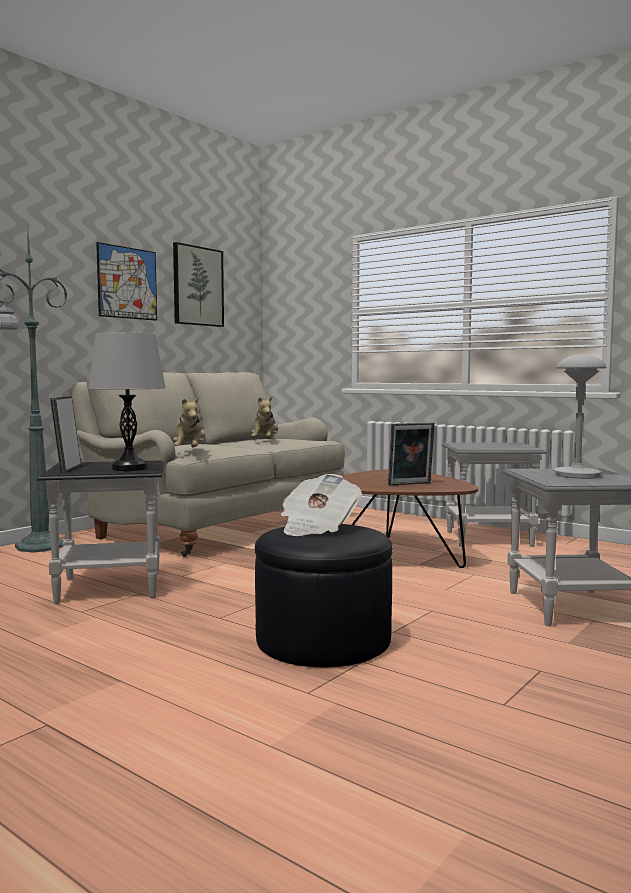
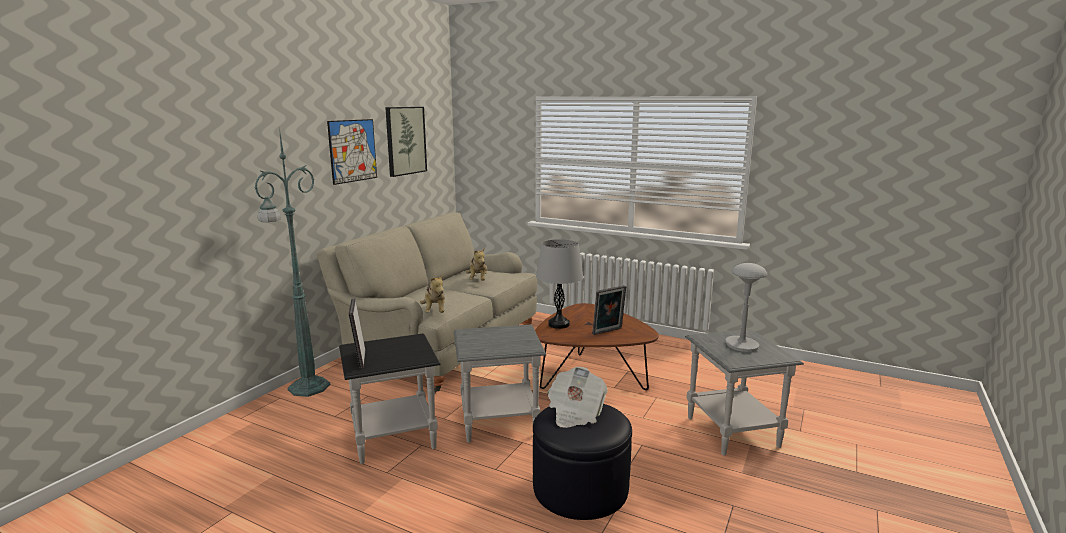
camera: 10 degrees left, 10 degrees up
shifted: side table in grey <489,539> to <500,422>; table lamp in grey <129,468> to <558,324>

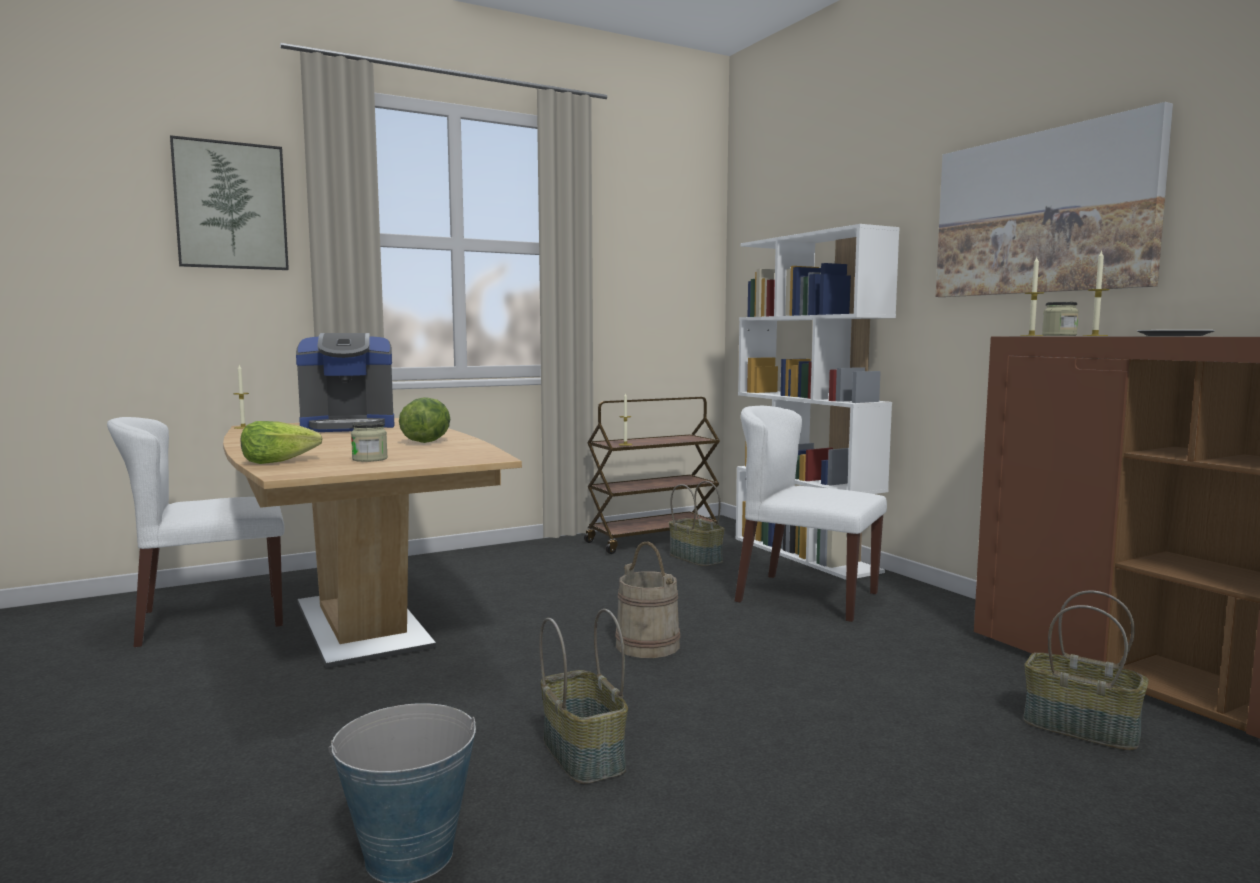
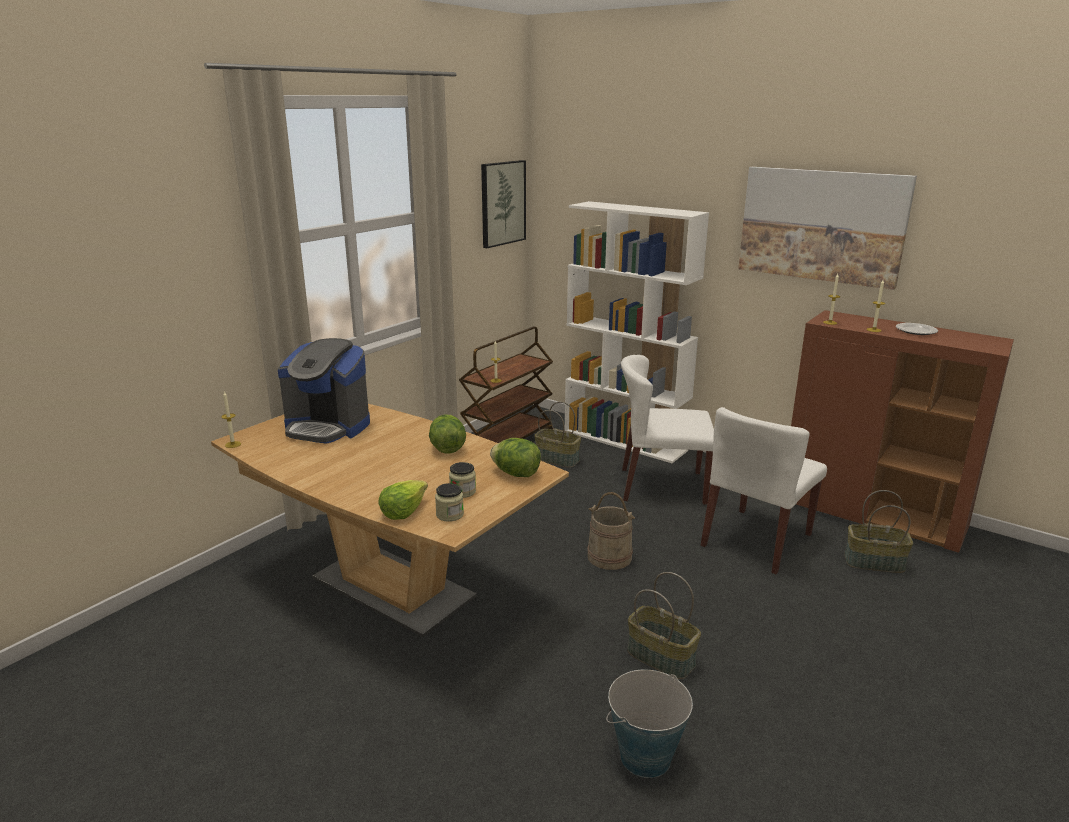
camera: 25 degrees left, 15 degrees up
new: lettuce <516,474>
shifted: jar <1059,335> to <450,515>; picture <231,206> to <502,203>; chair in white <210,619> to <757,540>
rotated: coffee machine <348,427> = <327,427> 60 degrees clockwise

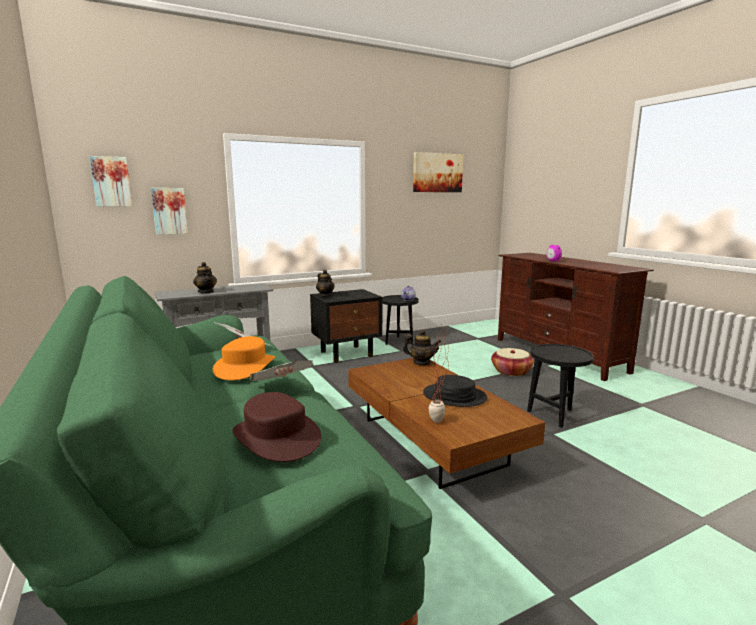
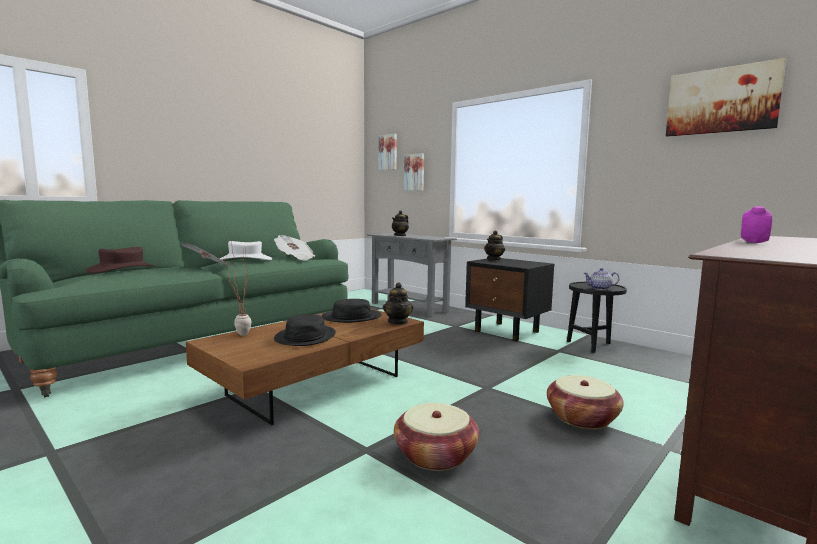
camera: 70 degrees right, 5 degrees down
new: hat in black <351,317>
swapped: side table in black <555,414> to basket <435,455>
repainted: hat in orange <245,367> to hat in white <245,259>

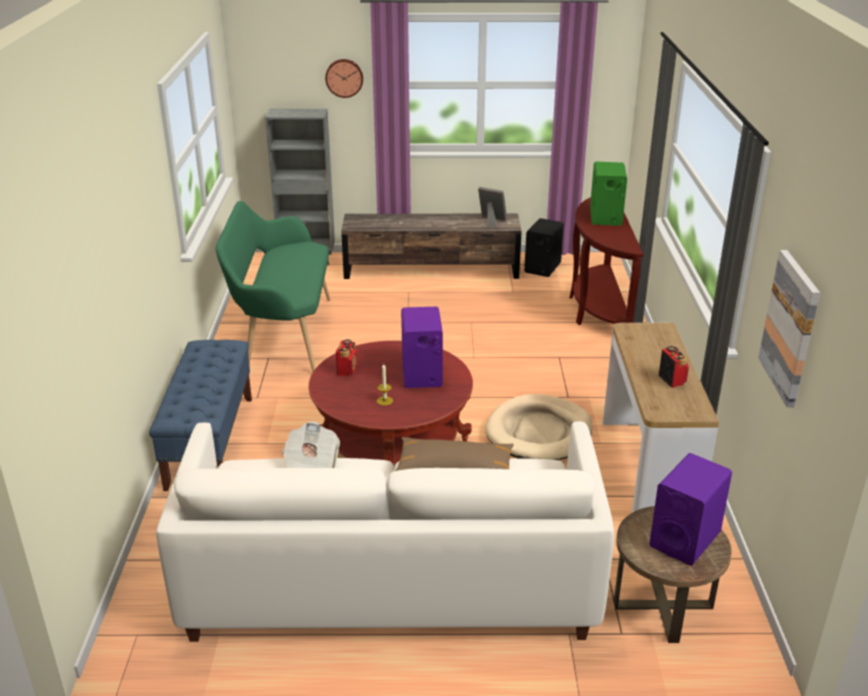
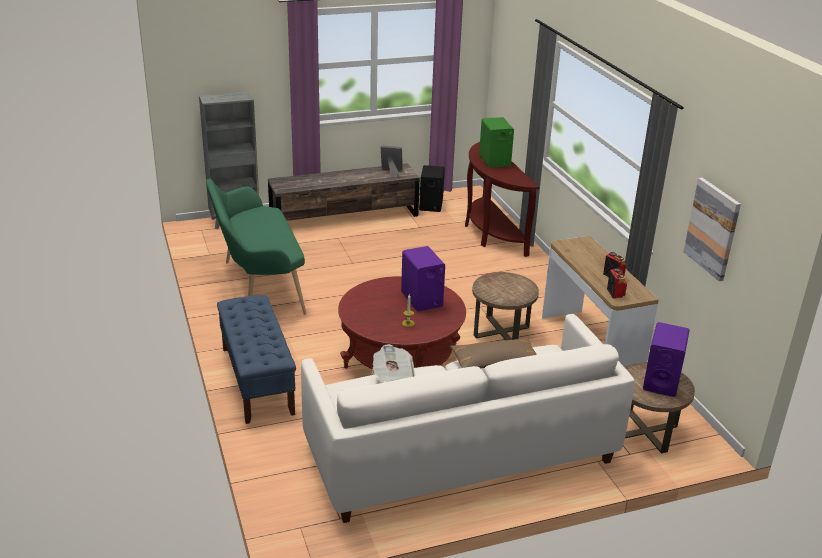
camera: 20 degrees left, 0 degrees up
gone: wall clock <344,77>
shifted: radio <347,370> to <615,293>
swapped: dog bed in beige <539,432> to side table in brown <501,331>

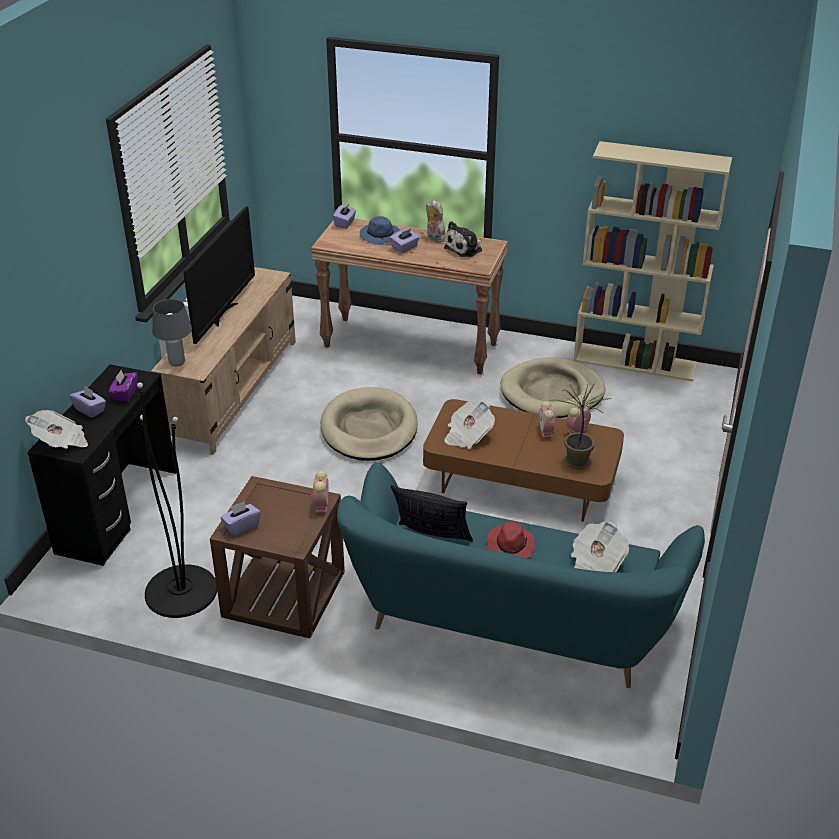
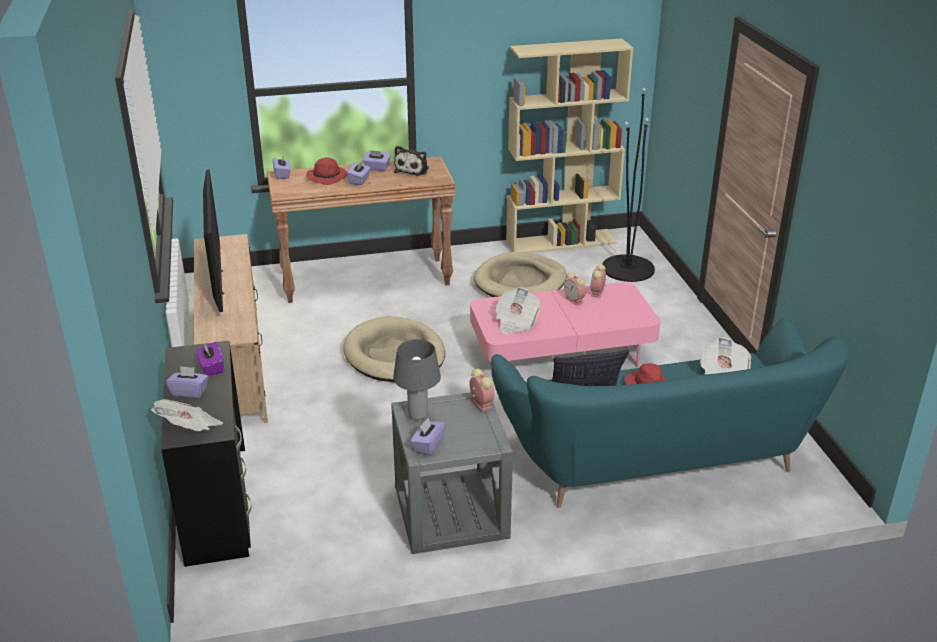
camera: 30 degrees left, 5 degrees down
gone: potted plant <576,461>
shifted: table lamp in grey <177,362> to <417,415>; floor lamp in black <181,591> to <628,268>
swapped: plush toy <434,238> to tissue box in purple <377,168>
repainted: hat in blue <381,236> to hat in red <327,177>; side table in brown <284,594> to side table in grey <451,512>; coffee table in brown <521,481> to coffee table in pink <561,353>

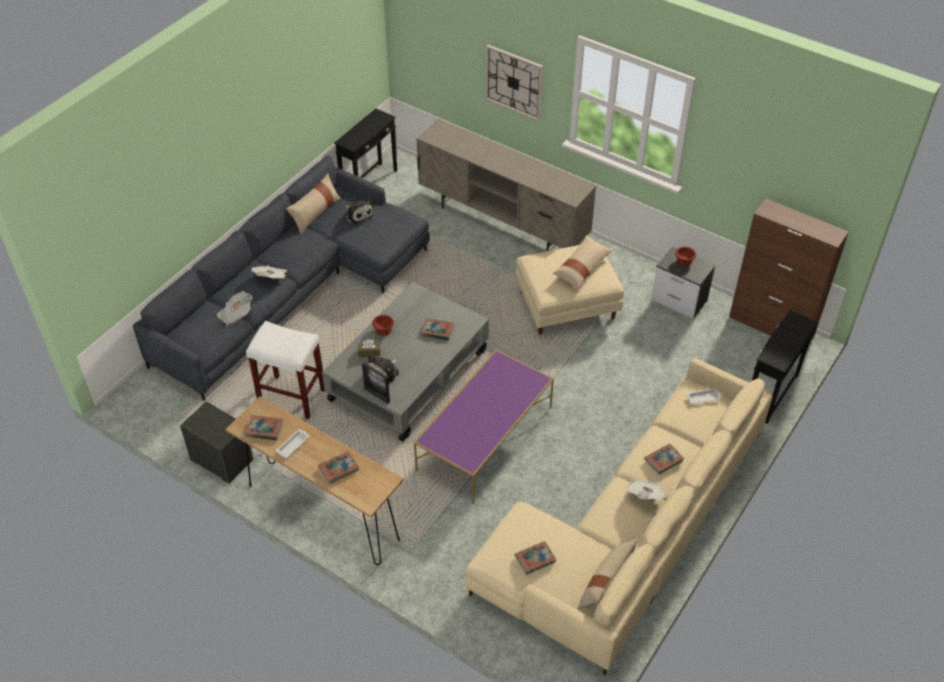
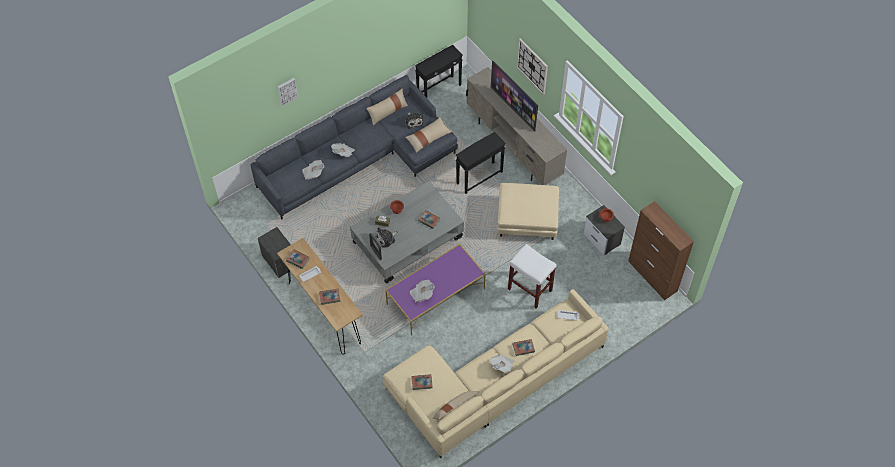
camera: 20 degrees right, 10 degrees up
new: picture <287,91>; newspaper <422,294>; television <513,108>
shifted: pillow in beige <582,268> to <428,137>; side table in black <770,393> to <479,177>; stool in white <291,397> to <529,289>

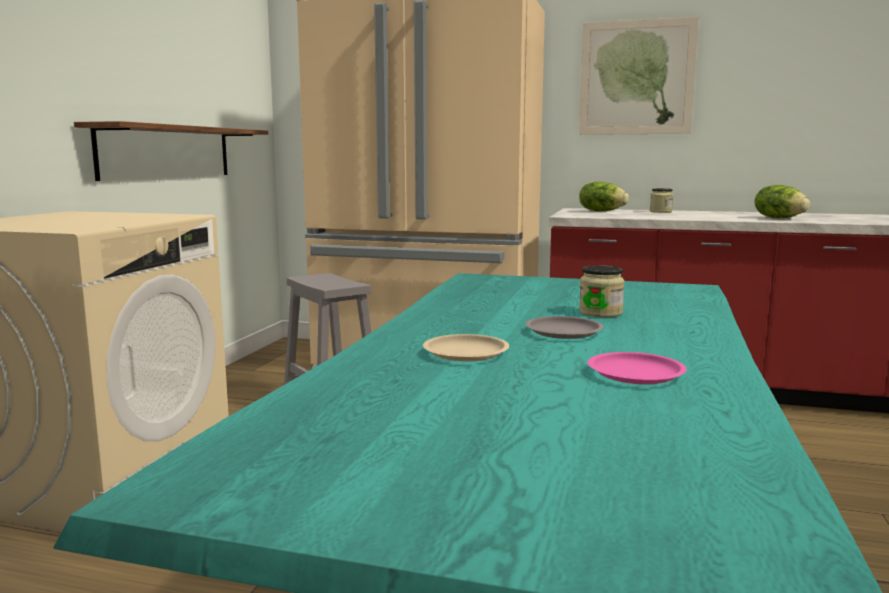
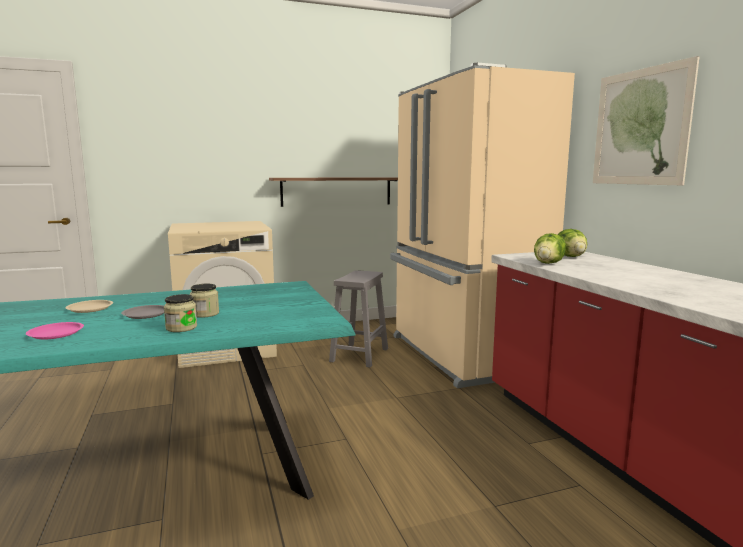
camera: 55 degrees right, 0 degrees up
shifted: jar <660,212> to <181,328>; lettuce <779,218> to <549,263>

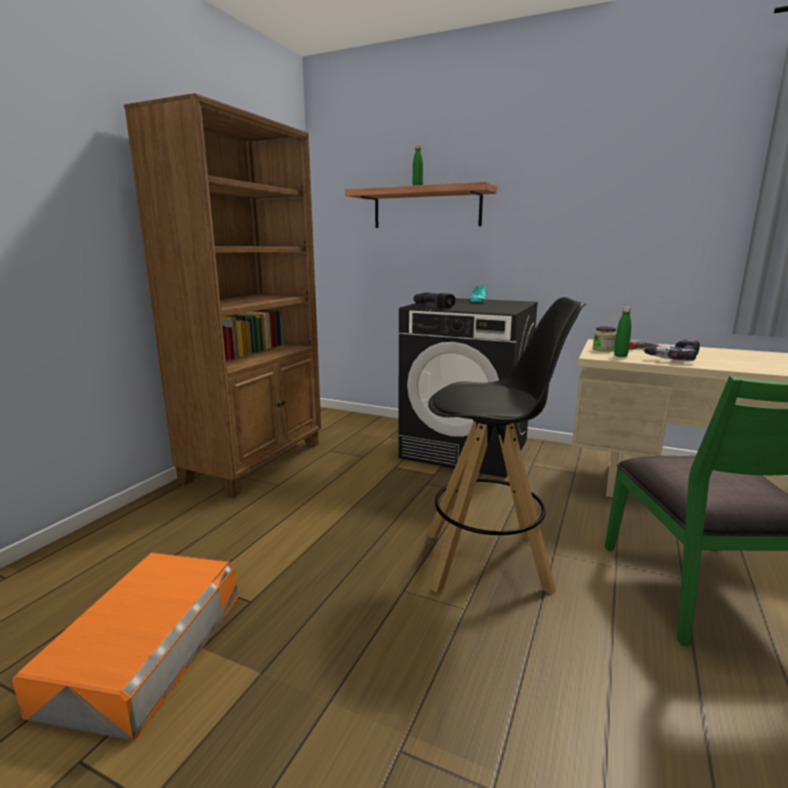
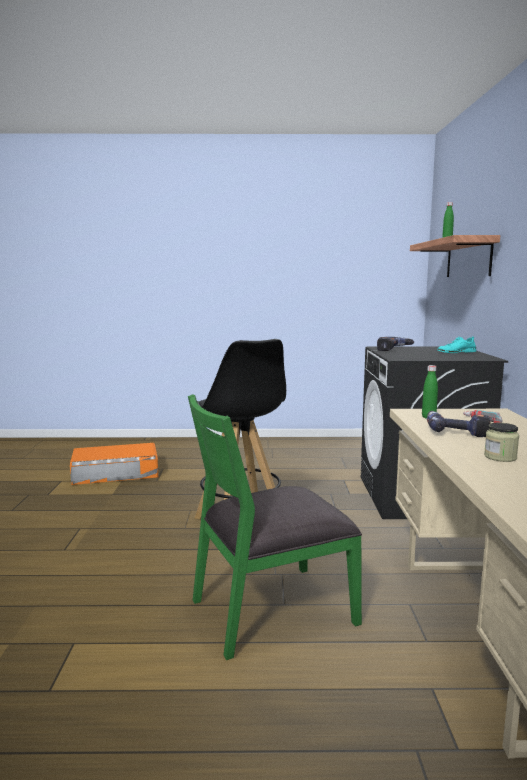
camera: 65 degrees right, 5 degrees down
gone: bookcase in brown <256,461>
shifted: jar <603,349> to <500,457>

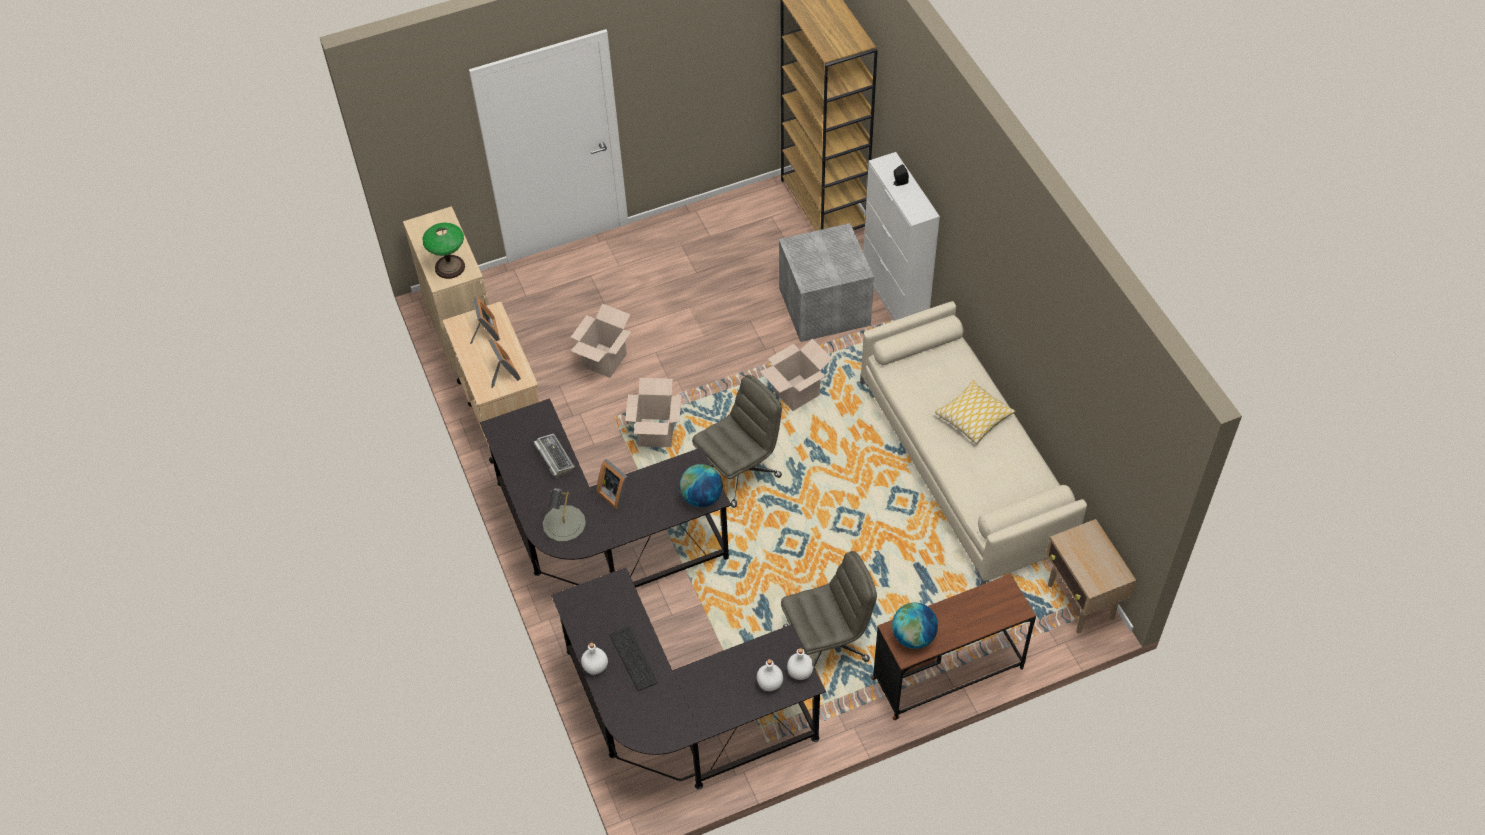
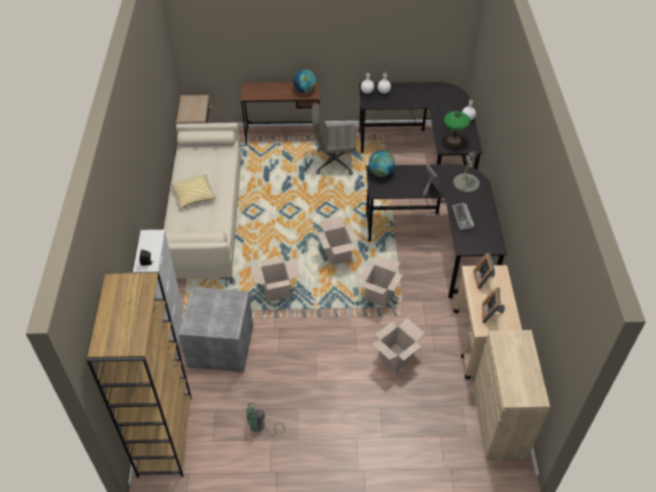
camera: 160 degrees left, 5 degrees down
new: fan in green <260,427>
shifted: table lamp <449,267> to <453,141>
swapped: office chair in grey <739,472> to cardboard box <337,255>

